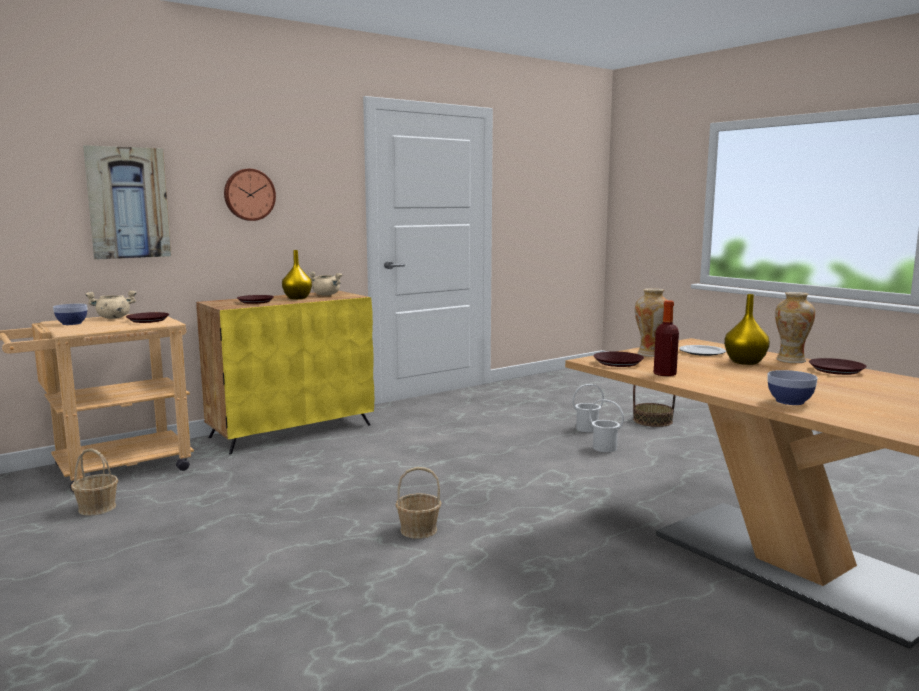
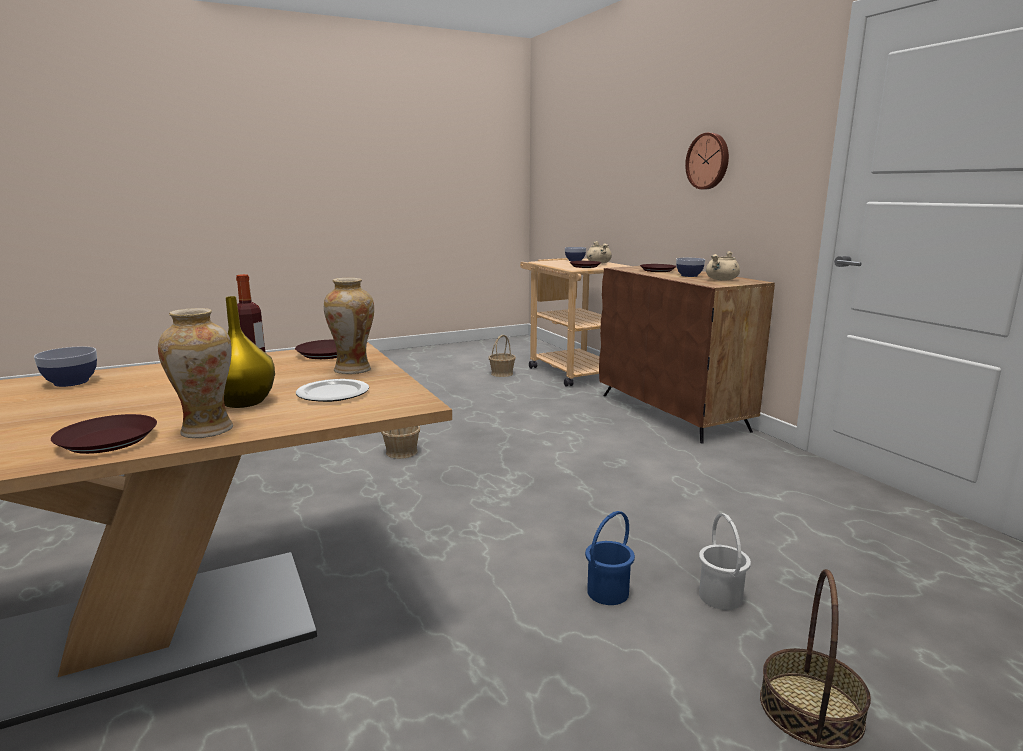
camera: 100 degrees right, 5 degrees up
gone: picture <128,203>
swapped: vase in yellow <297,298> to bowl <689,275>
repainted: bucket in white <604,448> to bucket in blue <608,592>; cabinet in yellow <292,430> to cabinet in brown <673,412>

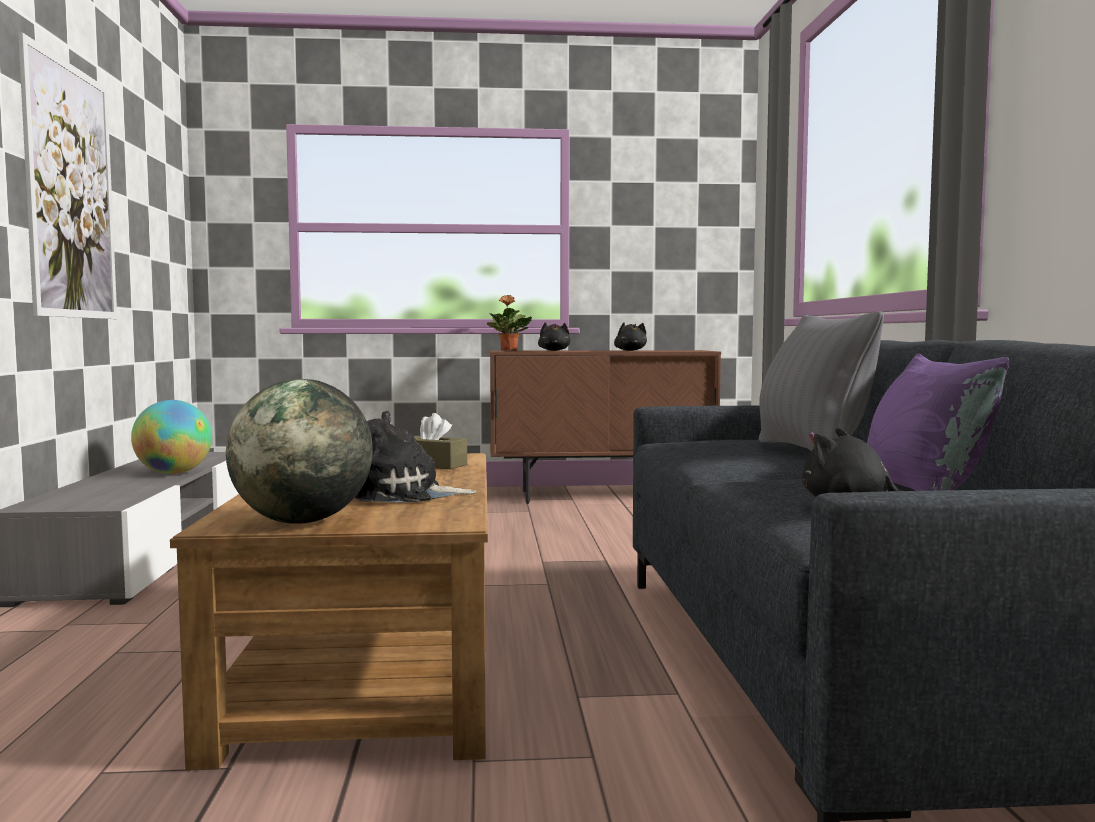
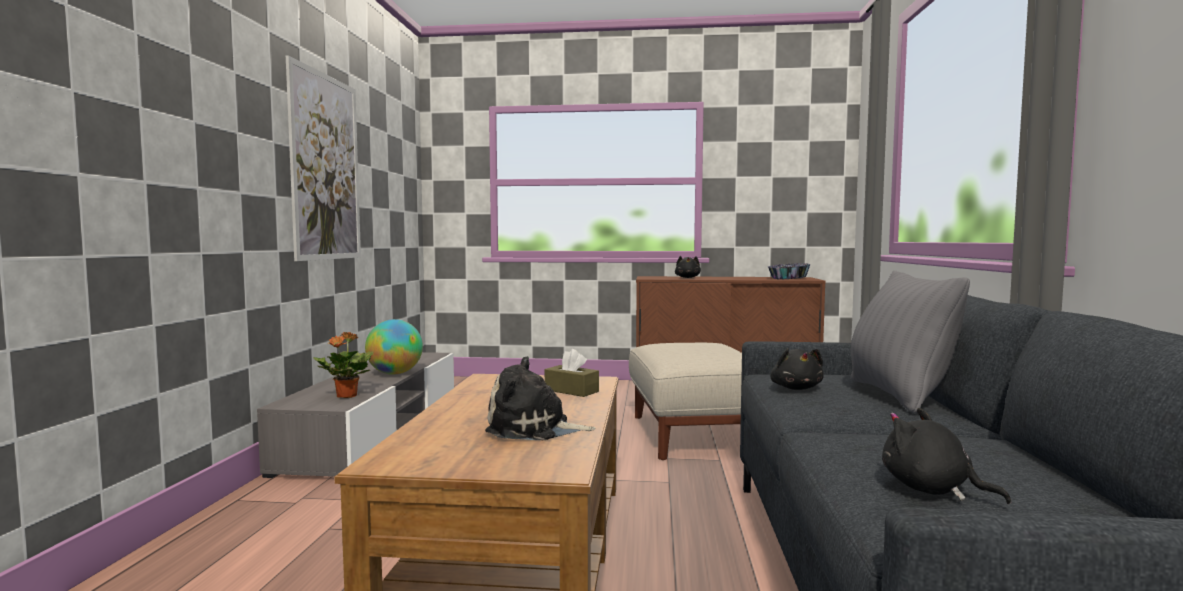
camera: 10 degrees right, 0 degrees up
gone: globe <302,522>; pillow in purple <923,490>
new: ottoman in beige <692,434>; bowl <788,278>
shifted: potted plant <508,350> to <346,396>; plush toy in black <630,350> to <795,388>

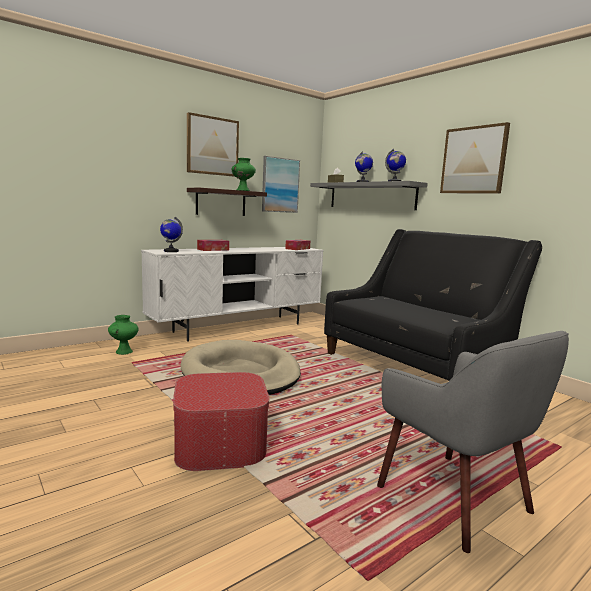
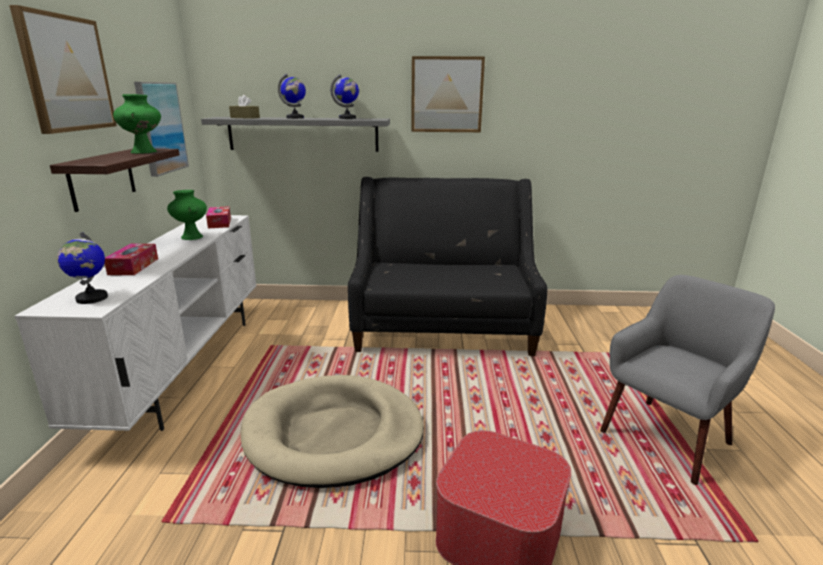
camera: 50 degrees left, 10 degrees up
shifted: vase in green <124,351> to <191,237>
rotated: armchair in grey <455,499> = <667,438> 45 degrees counterclockwise

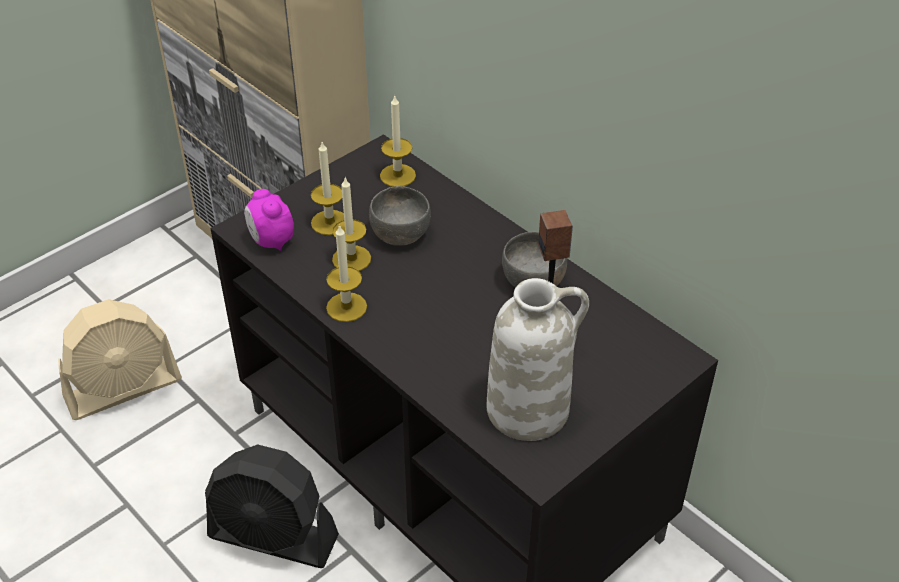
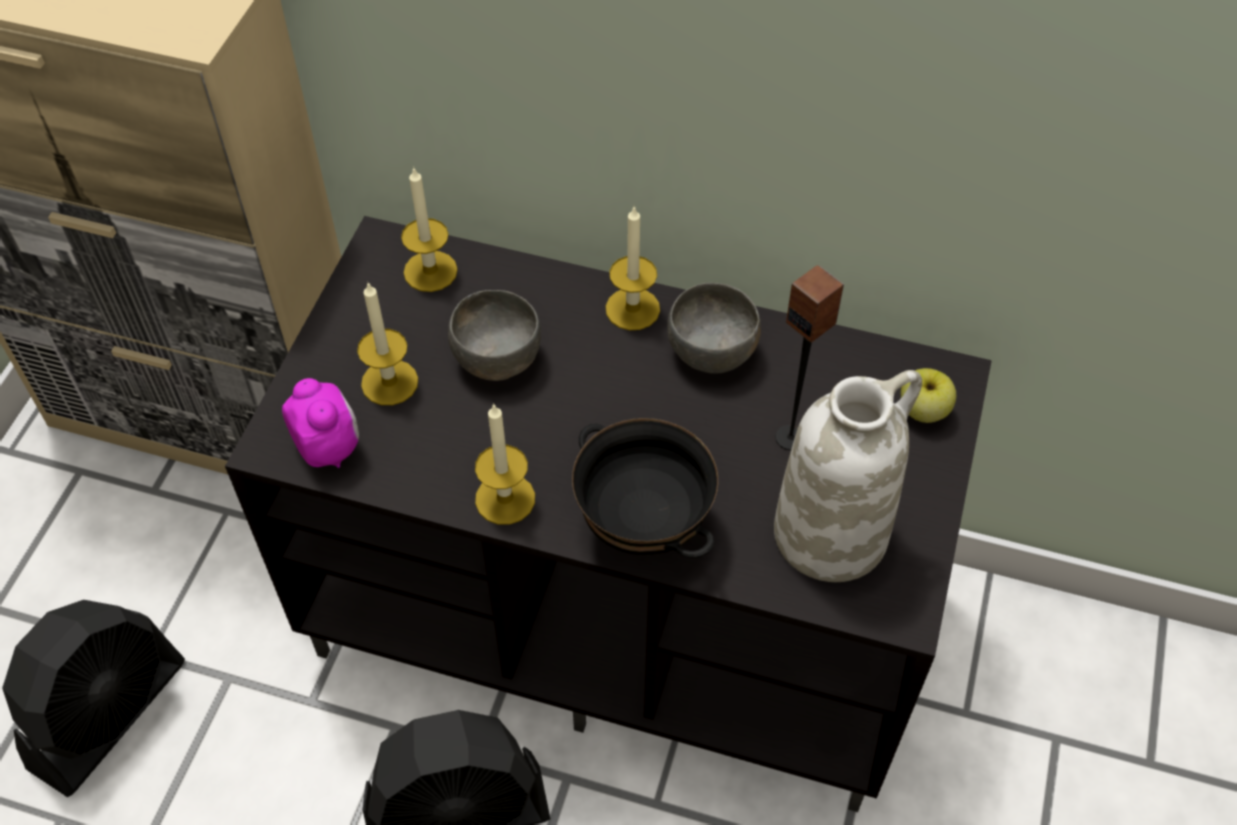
camera: 30 degrees left, 10 degrees up
new: bowl in black <645,524>; apple <923,411>
shifted: candle <351,259> to <632,309>
repainted: fan in beige <123,388> to fan in black <109,714>
rotated: alarm clock <271,241> = <329,447> 150 degrees counterclockwise

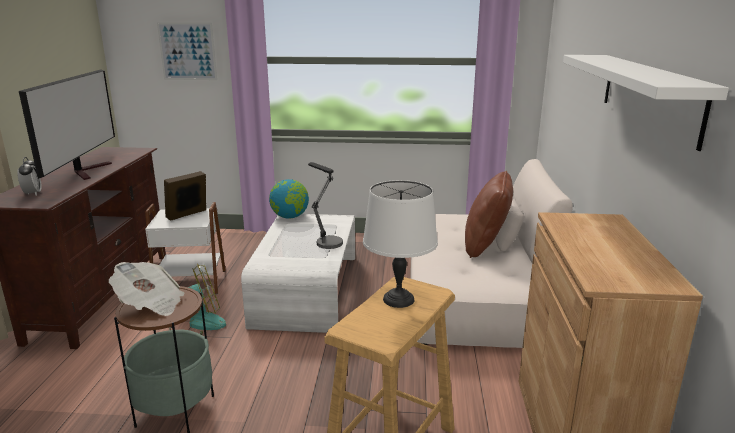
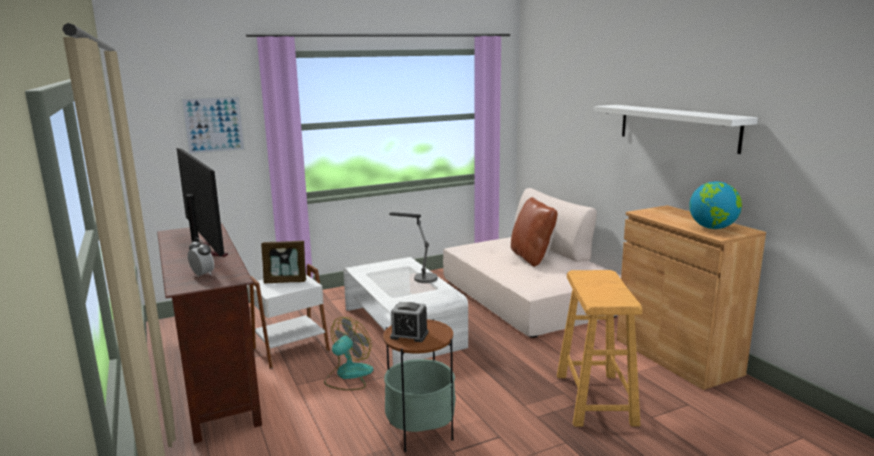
camera: 30 degrees left, 5 degrees down
gone: table lamp in white <399,300>
shifted: globe <290,217> to <712,228>
swapped: newspaper <150,304> to alarm clock <409,335>
rotated: picture frame <187,215> = <286,281> 105 degrees counterclockwise

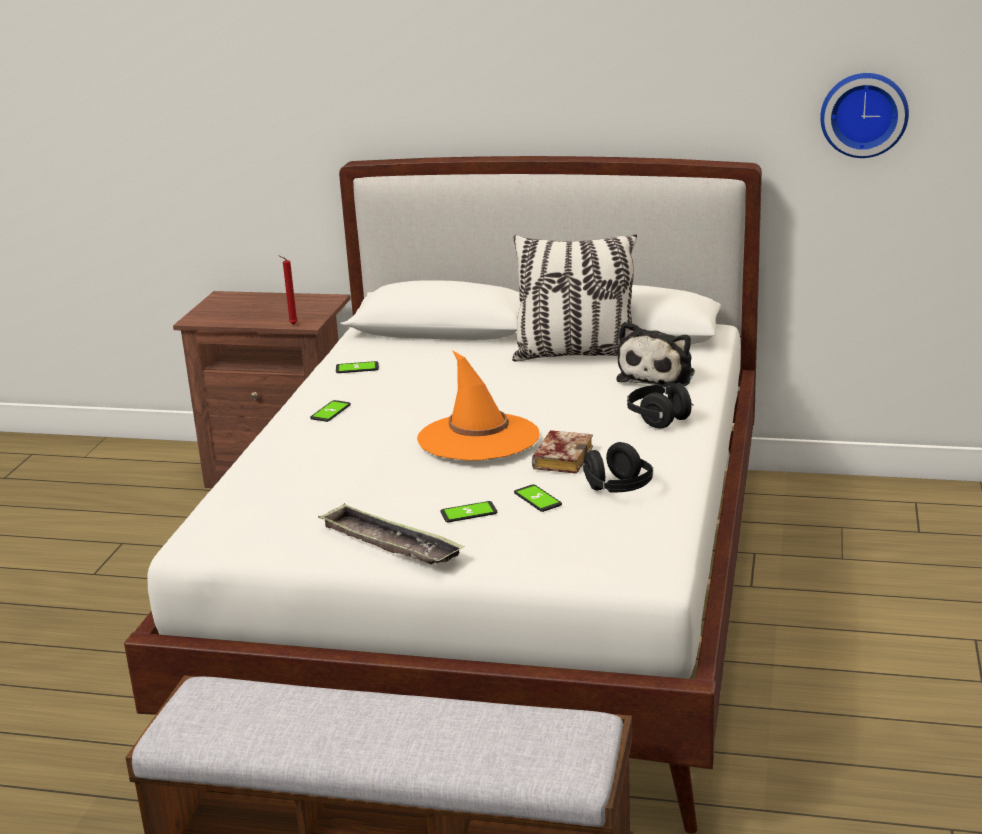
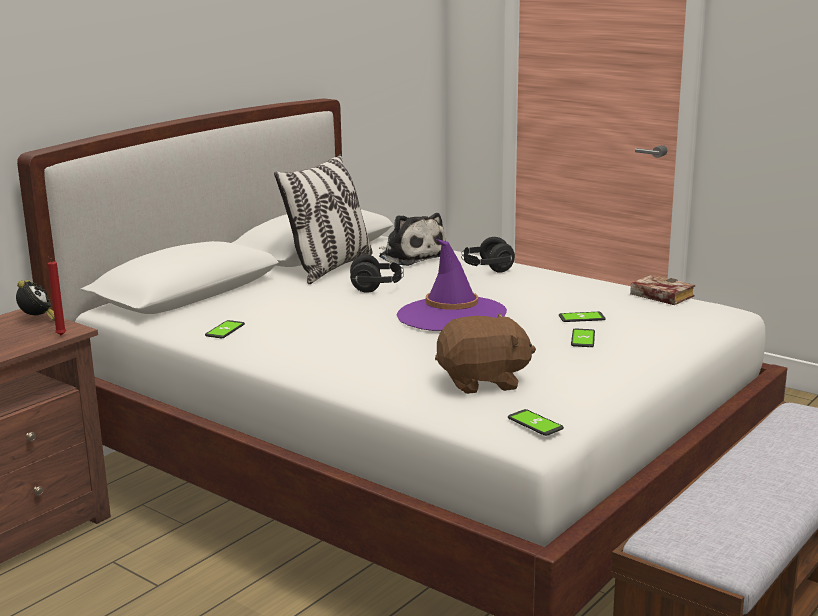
camera: 65 degrees left, 5 degrees down
gone: tray <390,543>; wall clock <864,114>
new: alarm clock <38,320>; plush toy in brown <483,382>
shifted: headphones in black <618,489> to <377,287>; phone <330,412> to <535,423>; book <561,457> to <659,296>
repainted: hat in orange <478,438> to hat in purple <451,315>

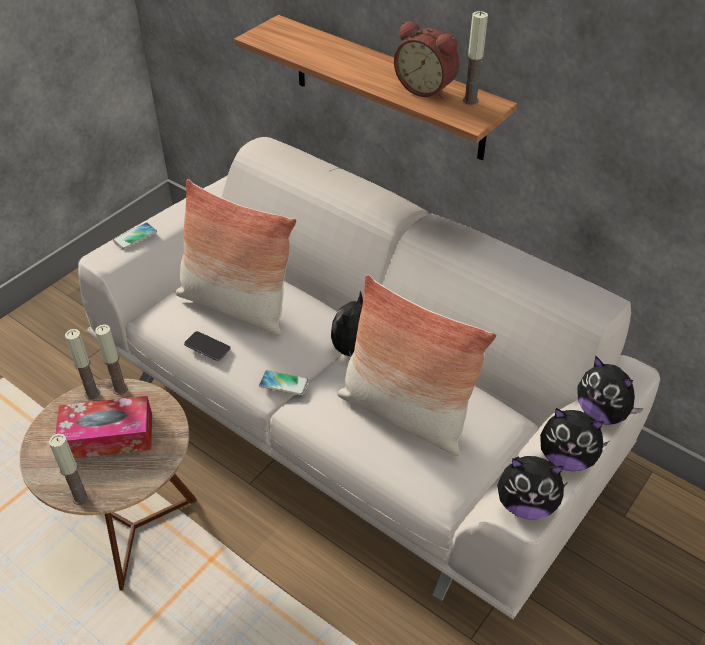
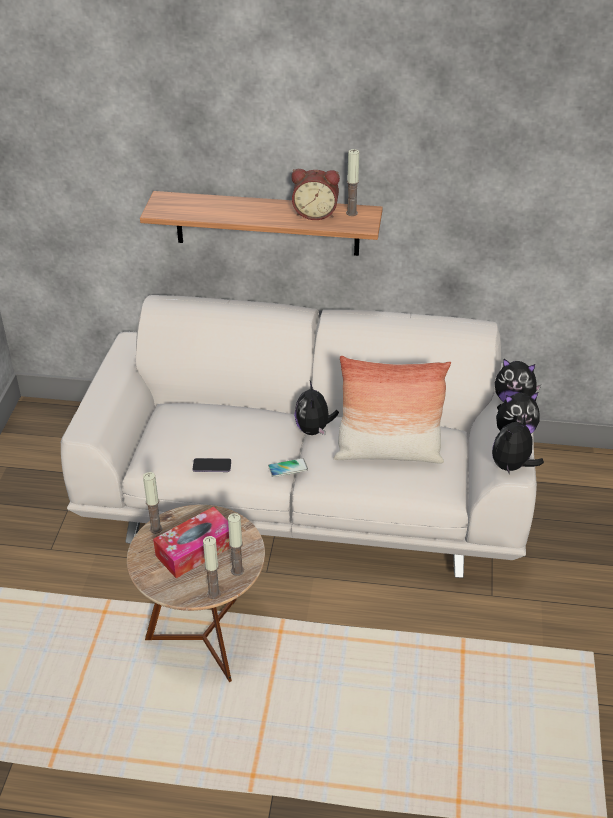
camera: 30 degrees left, 5 degrees down
gone: phone <135,236>; pillow <236,306>
shifted: candle <120,389> to <237,570>
rotated: plush toy <525,504> = <512,467> 150 degrees clockwise

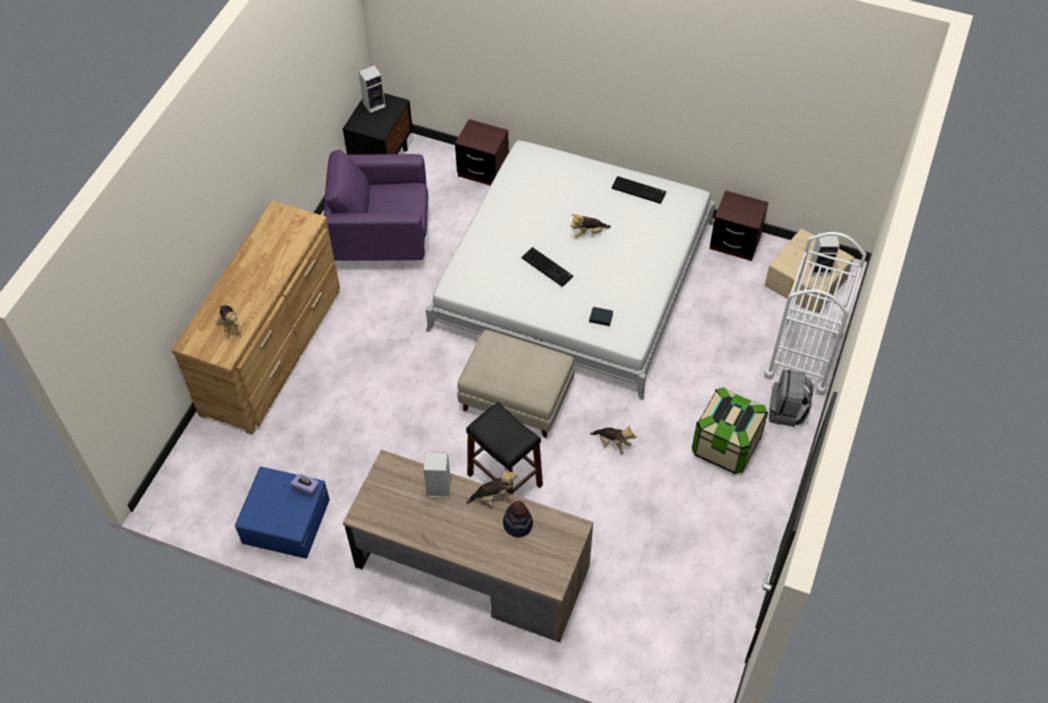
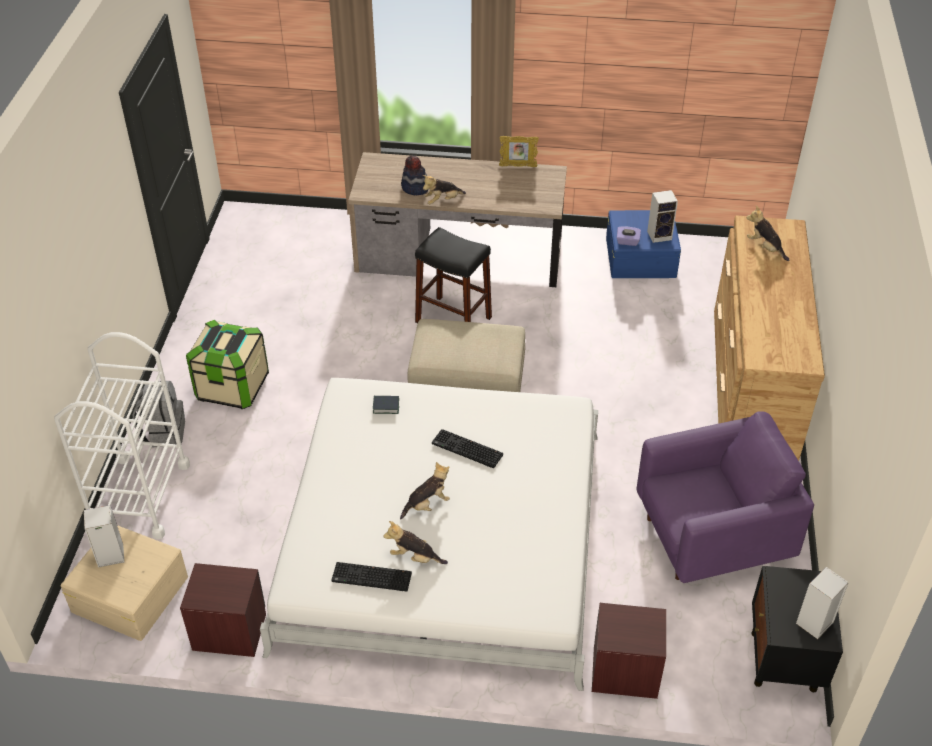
camera: 165 degrees right, 10 degrees down
new: picture frame <518,166>
shifted: plush toy <612,443> to <414,557>; speaker <437,489> to <660,235>

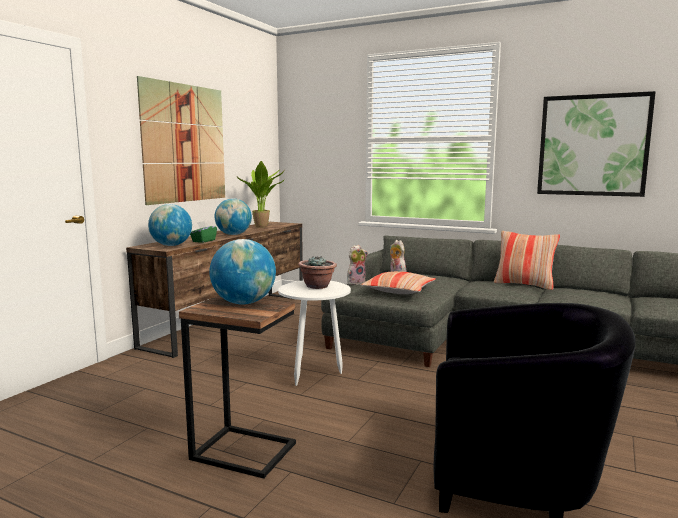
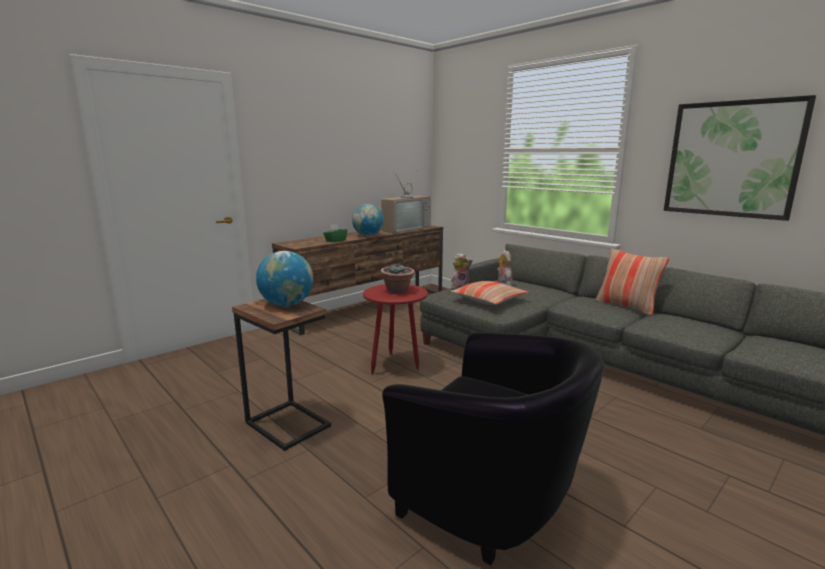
camera: 20 degrees right, 5 degrees up
gone: picture <185,143>; globe <171,245>
swapped: potted plant <263,227> to television <404,229>
repainted: side table in white <315,374> to side table in red <396,366>

